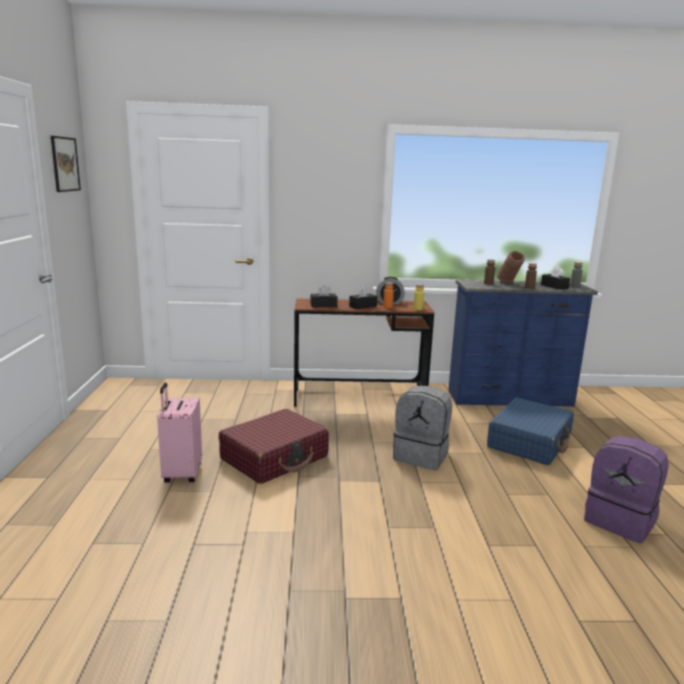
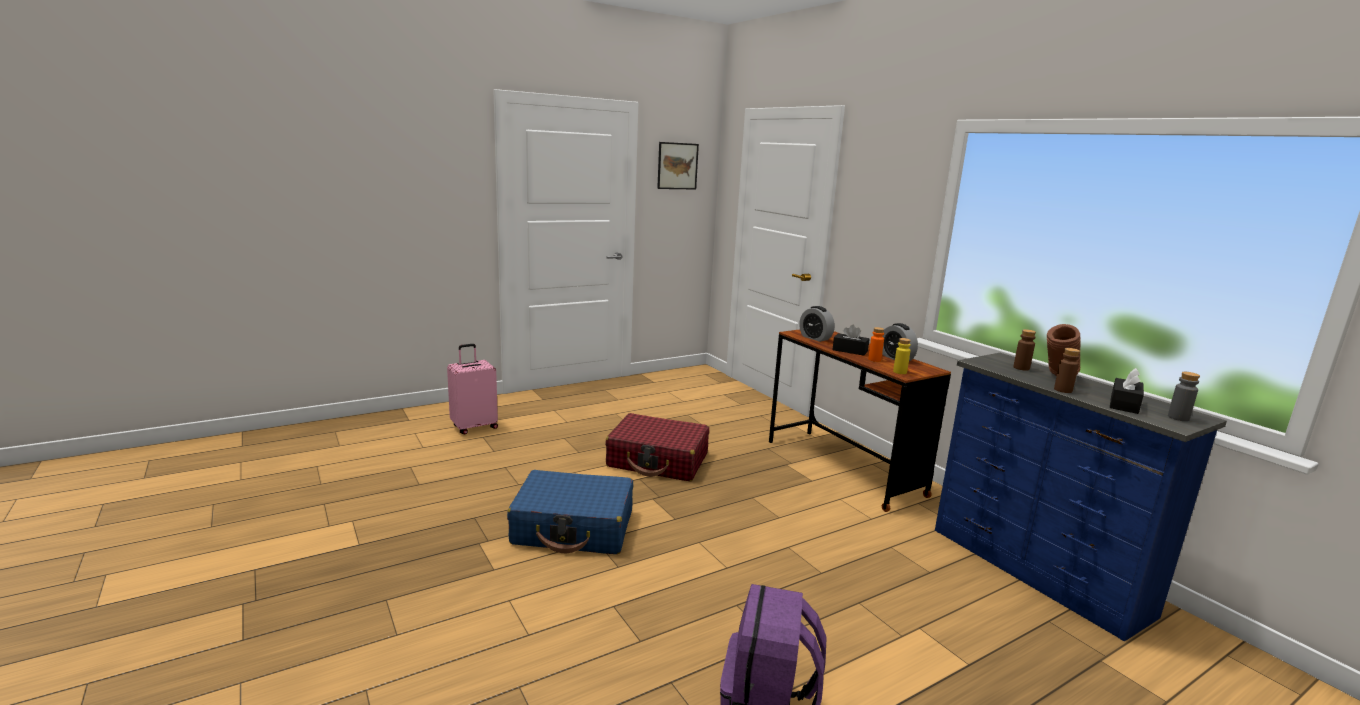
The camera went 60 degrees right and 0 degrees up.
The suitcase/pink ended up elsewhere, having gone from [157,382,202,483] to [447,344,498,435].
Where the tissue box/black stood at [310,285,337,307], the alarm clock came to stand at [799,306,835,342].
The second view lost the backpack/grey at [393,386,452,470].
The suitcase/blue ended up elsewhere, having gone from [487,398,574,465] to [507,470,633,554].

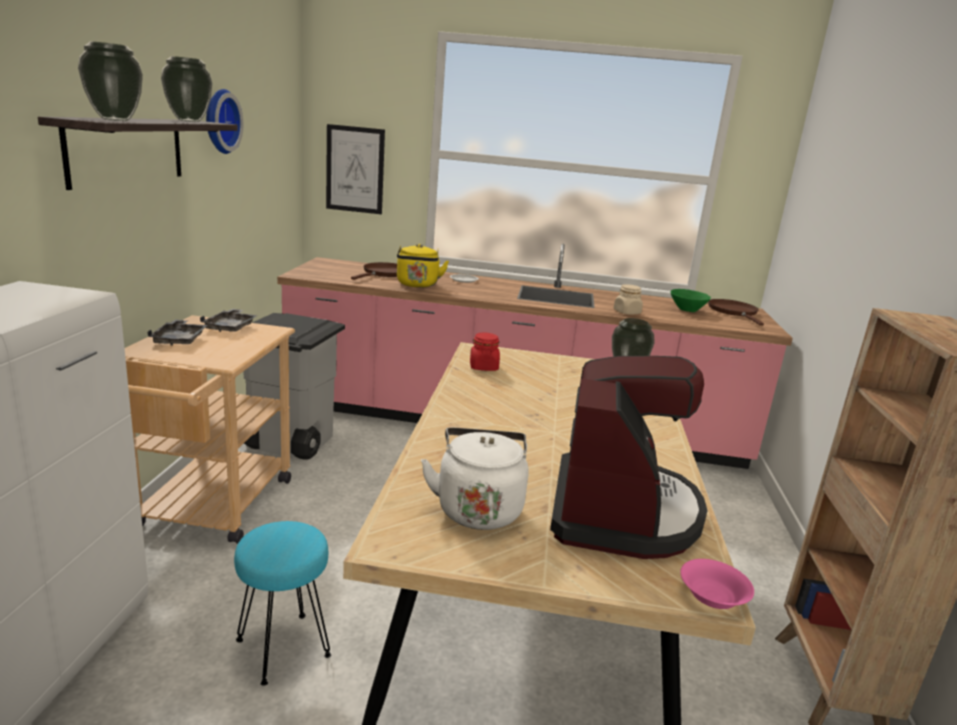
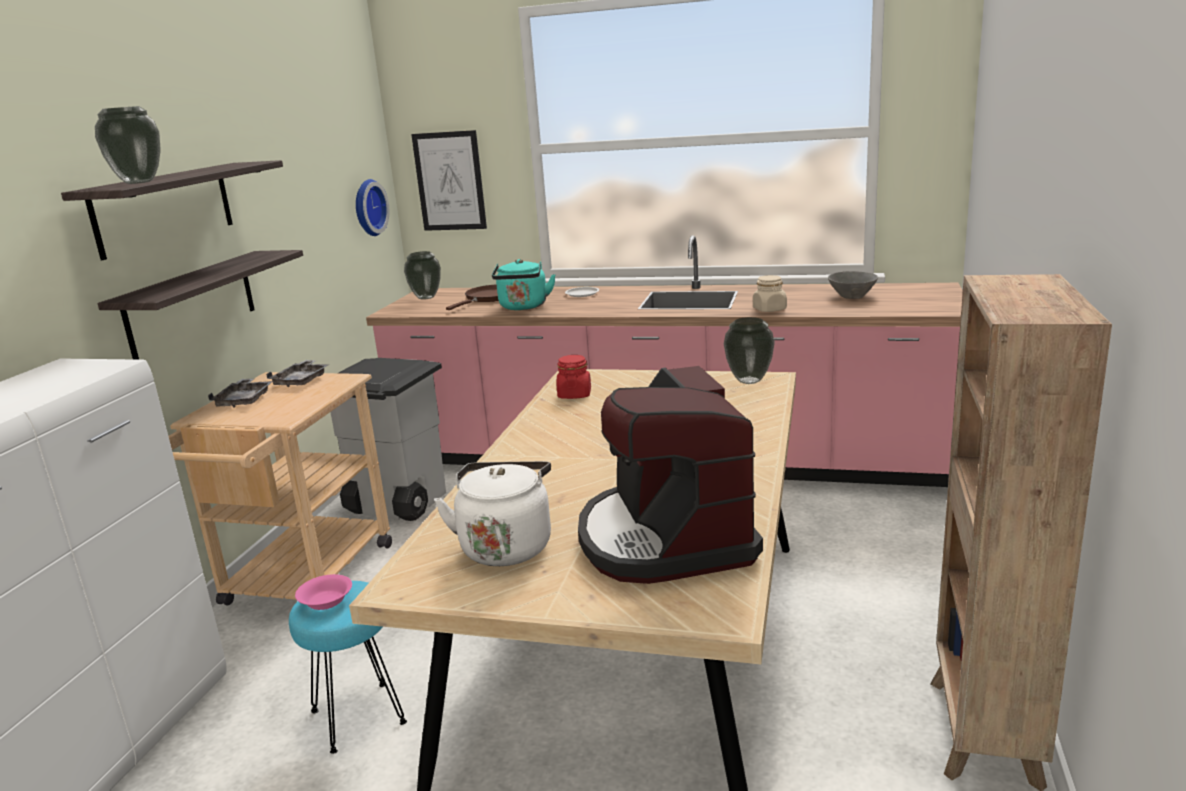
The camera went 10 degrees right and 0 degrees up.
The vase ended up elsewhere, having gone from [161,56,212,122] to [404,251,441,300].
The wall clock ended up elsewhere, having gone from [206,89,243,154] to [356,179,389,236].
What was the kettle/yellow at [397,244,449,288] turned into the kettle/turquoise at [492,259,556,310].
The coffee machine at [550,356,708,559] ended up facing another way, 150 degrees clockwise from before.
What was the bowl/green at [671,289,711,312] turned into the bowl/grey at [828,271,878,299].
The bowl/pink ended up elsewhere, having gone from [680,559,754,609] to [295,574,352,610].
The second view lost the frying pan/brown at [708,299,764,326].
The second view gained the shelf at [98,250,303,360].

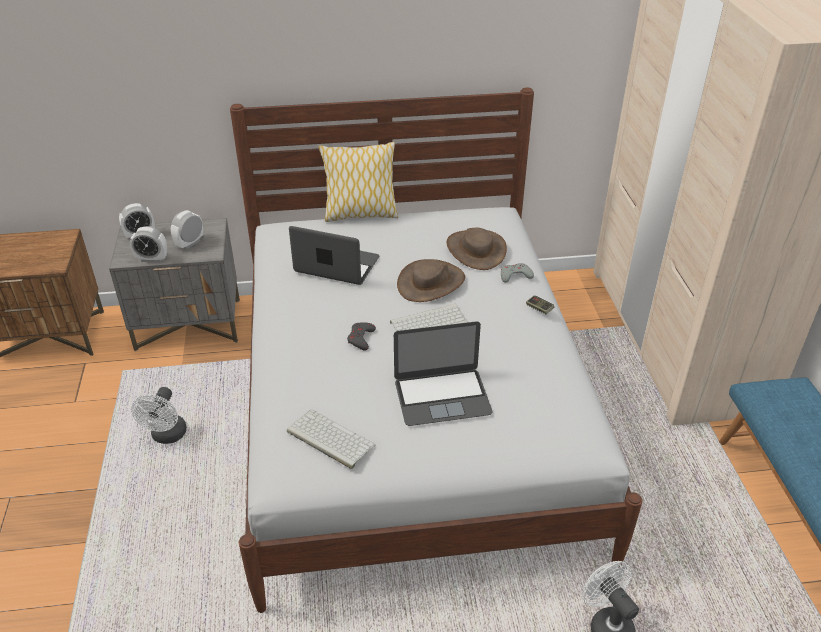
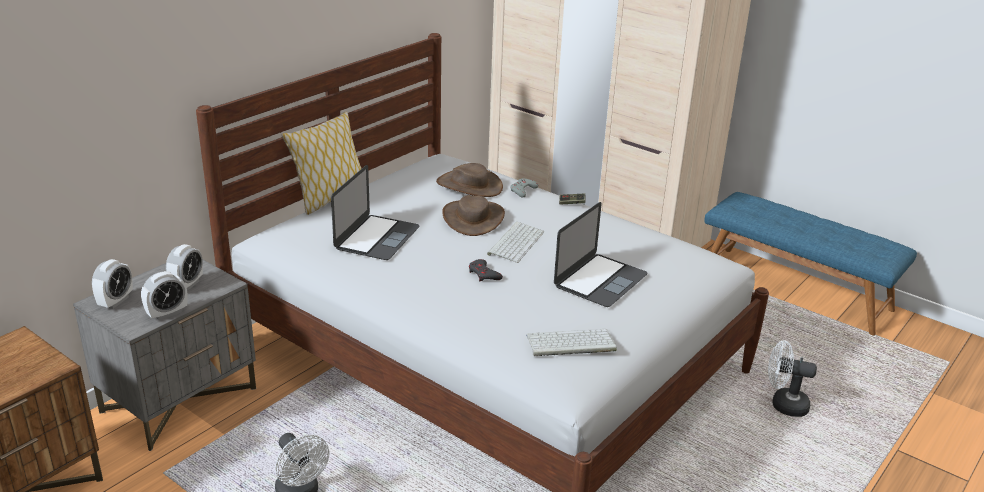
The camera went 45 degrees left and 10 degrees down.
The alarm clock at [171,210,203,249] ended up facing another way, 150 degrees counterclockwise from before.
The laptop at [289,226,380,285] ended up facing another way, 135 degrees clockwise from before.

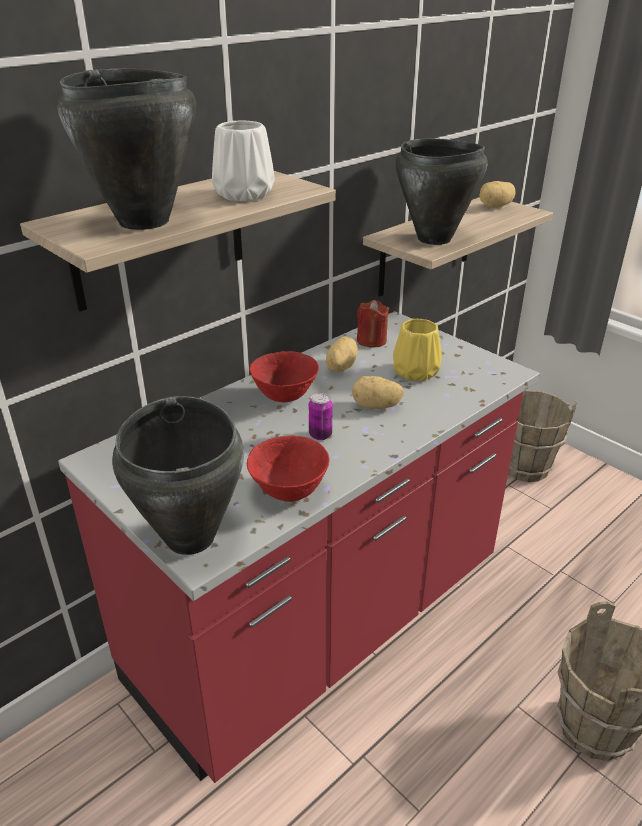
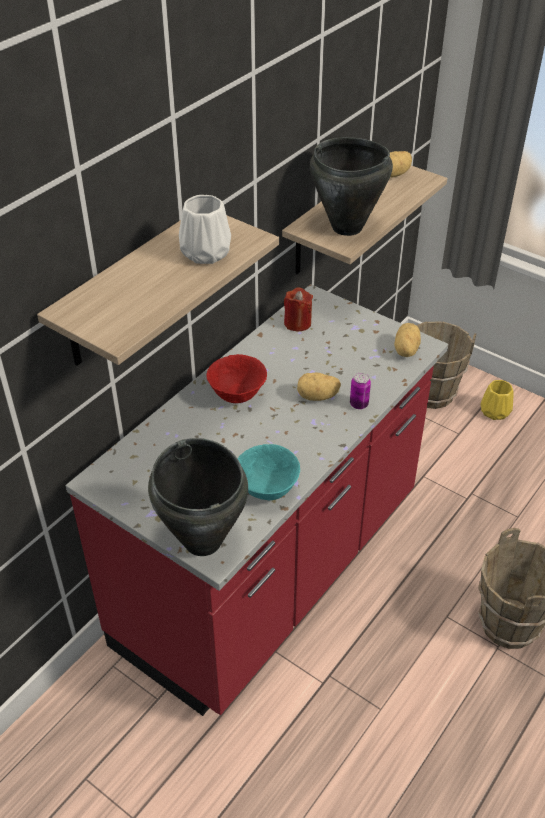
The camera went 10 degrees left and 10 degrees up.
The second view lost the cooking pot/black at [57,69,196,230].
What was the bowl/red at [247,435,330,502] turned into the bowl/turquoise at [237,444,300,500].
The can ended up elsewhere, having gone from [309,393,333,440] to [350,373,371,409].
The potato ended up elsewhere, having gone from [326,336,358,372] to [394,323,421,357].
The vase/yellow ended up elsewhere, having gone from [393,319,442,381] to [480,380,513,420].

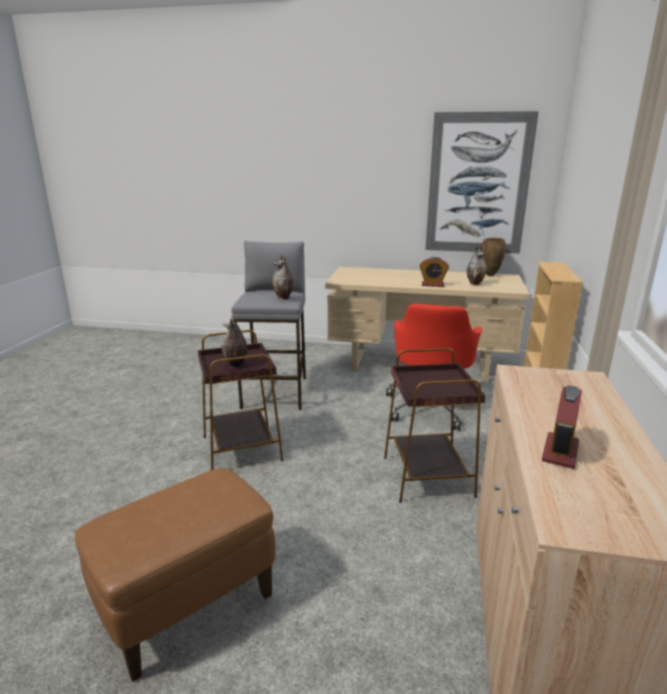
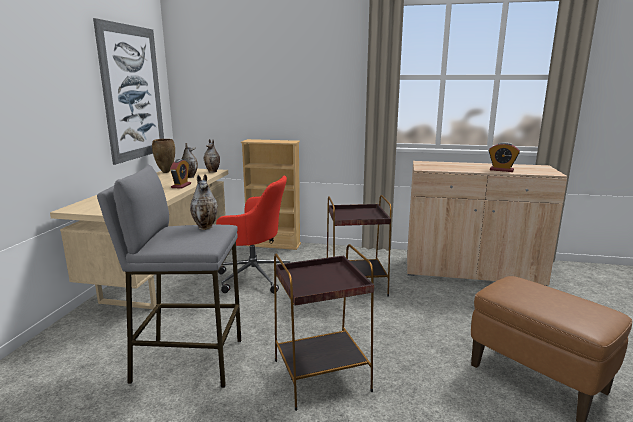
The camera went 90 degrees left and 5 degrees down.
The vase ended up elsewhere, having gone from [222,316,248,369] to [204,139,220,173].

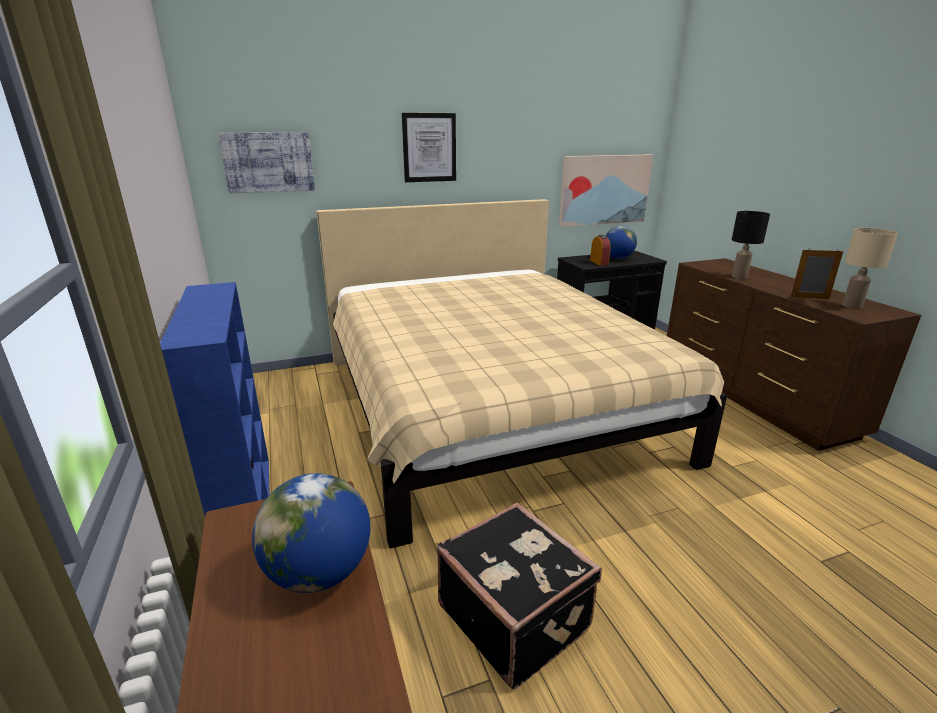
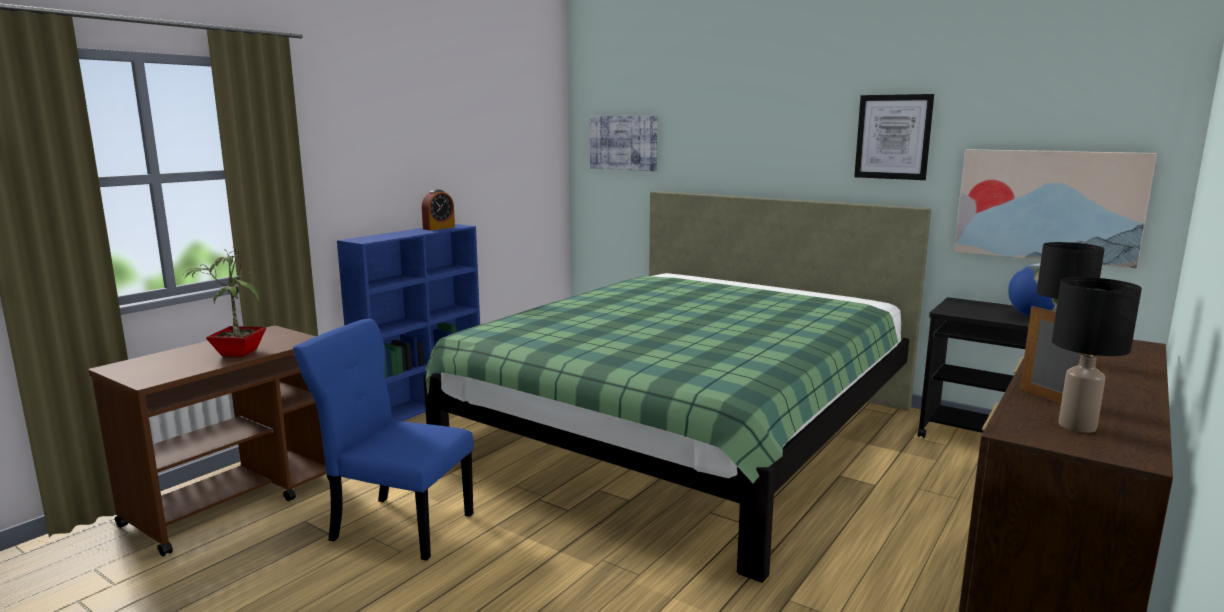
The camera went 55 degrees right and 10 degrees down.
Where the globe stood at [252,473,370,593], the potted plant came to stand at [185,248,266,357].
What was the bed/beige at [316,199,727,548] turned into the bed/green at [423,191,931,583].
The picture ended up elsewhere, having gone from [402,113,456,182] to [854,94,934,180].
Where the suitcase/black stood at [437,503,602,690], the chair/blue came to stand at [293,319,474,561].
The alarm clock ended up elsewhere, having gone from [590,235,610,266] to [422,189,455,231].
What was the table lamp/beige at [842,228,898,309] turned into the table lamp/black at [1052,277,1142,433].

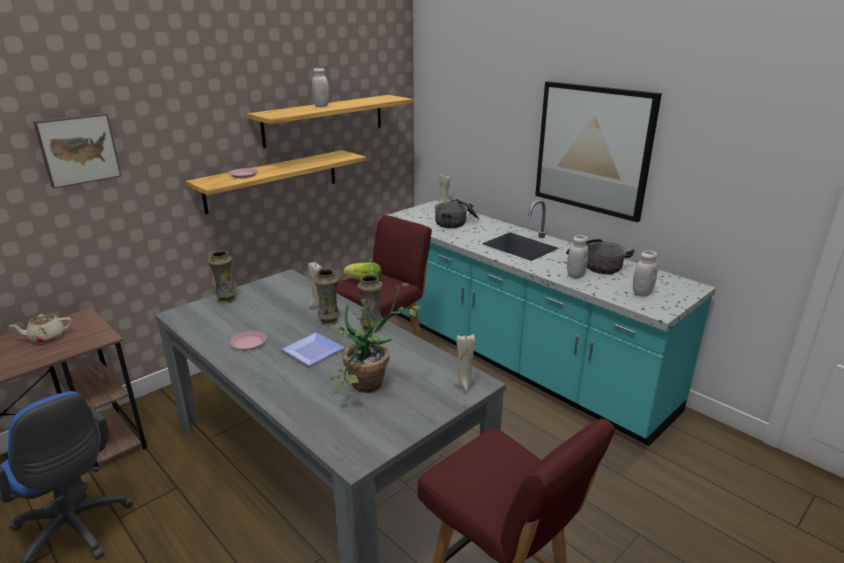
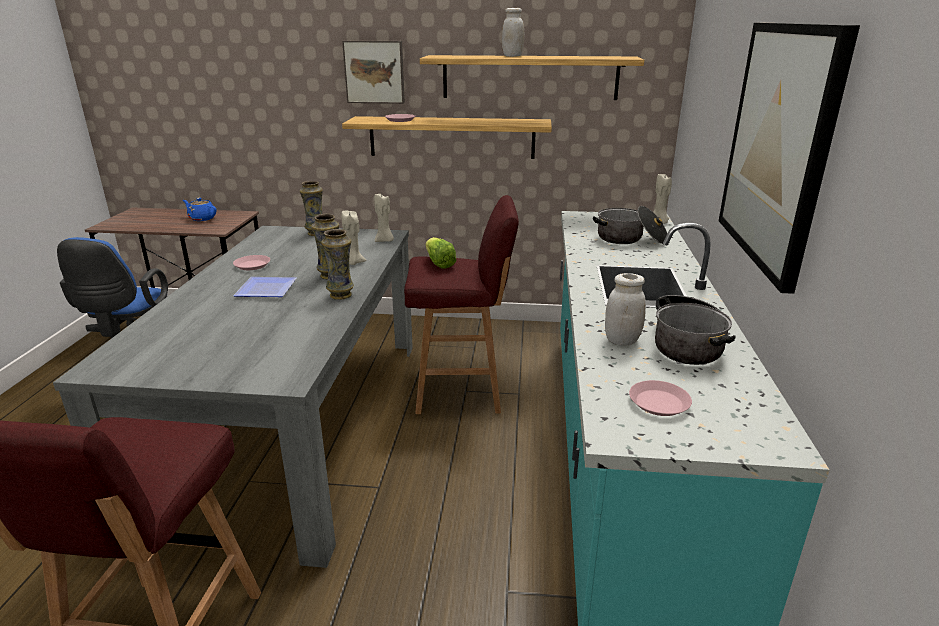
The camera went 50 degrees right and 0 degrees up.
What was the teapot/beige at [10,314,72,343] turned into the teapot/blue at [183,198,217,221].
The picture ended up elsewhere, having gone from [33,113,122,189] to [342,41,405,104].
The second view lost the potted plant at [330,283,422,393].
The candle/beige ended up elsewhere, having gone from [454,334,476,392] to [374,194,394,242].
Where the jar/white stood at [633,251,658,296], the plate/pink came to stand at [629,380,692,416].

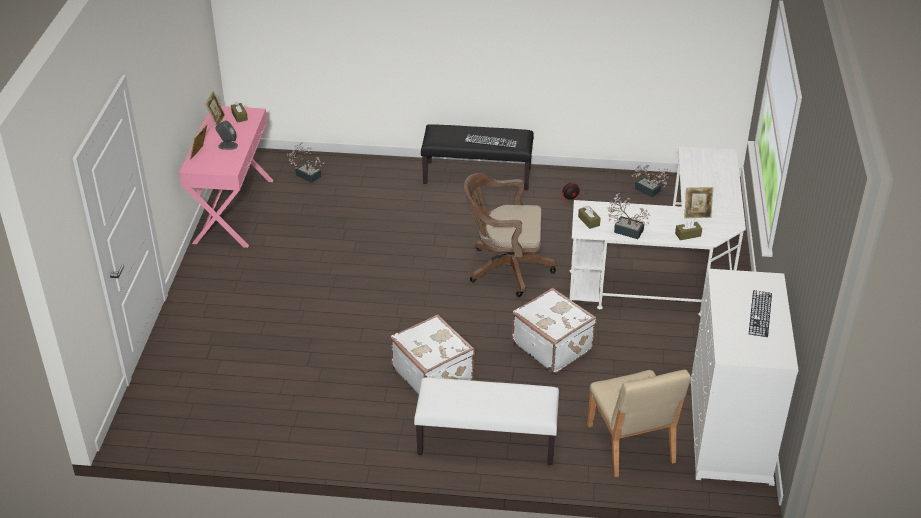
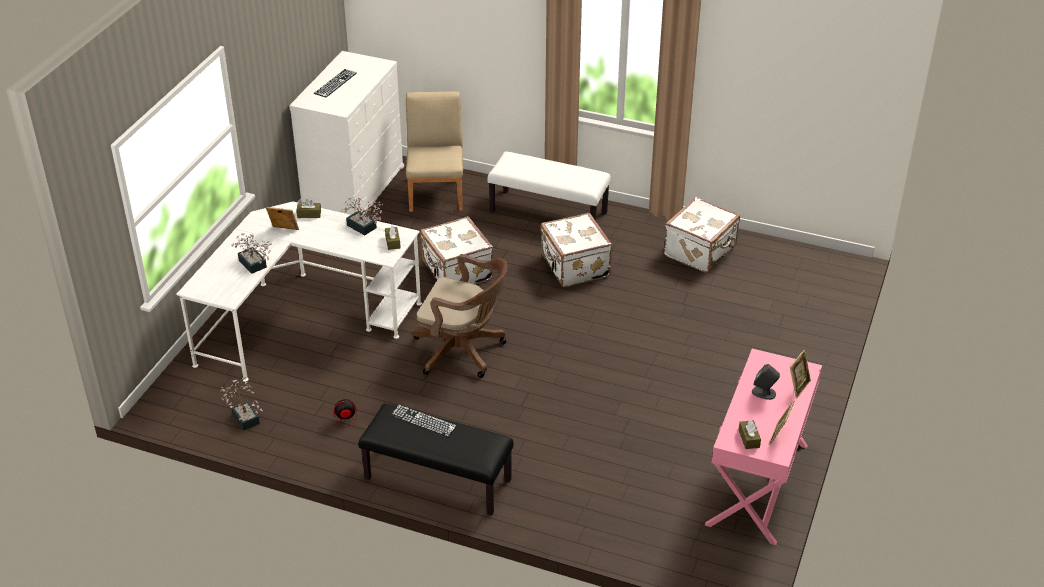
The camera went 165 degrees left and 0 degrees up.
The potted plant ended up elsewhere, having gone from [287,143,324,183] to [231,233,271,274].
The second view gained the suitcase/white at [664,197,740,273].

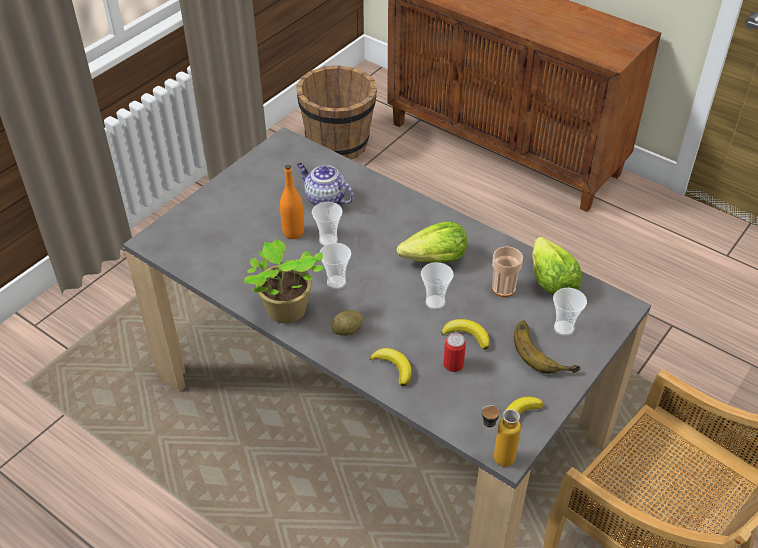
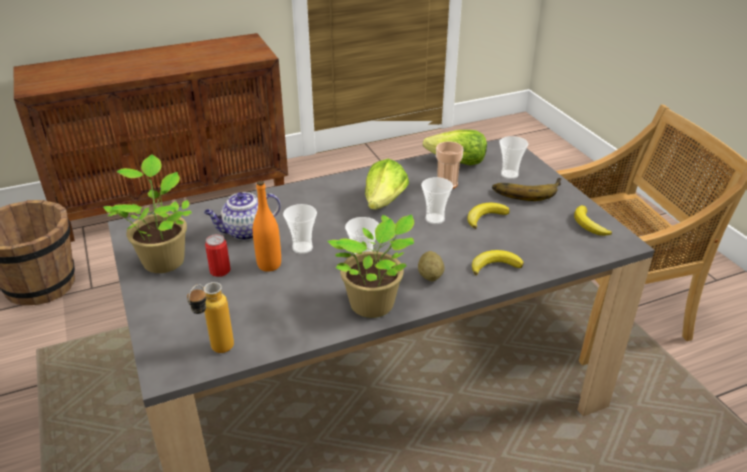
The camera went 60 degrees left and 10 degrees down.
The can ended up elsewhere, having gone from [443,333,466,372] to [205,234,231,277].
The bottle ended up elsewhere, having gone from [481,405,521,467] to [187,282,234,353].
The second view gained the potted plant at [103,154,192,273].

